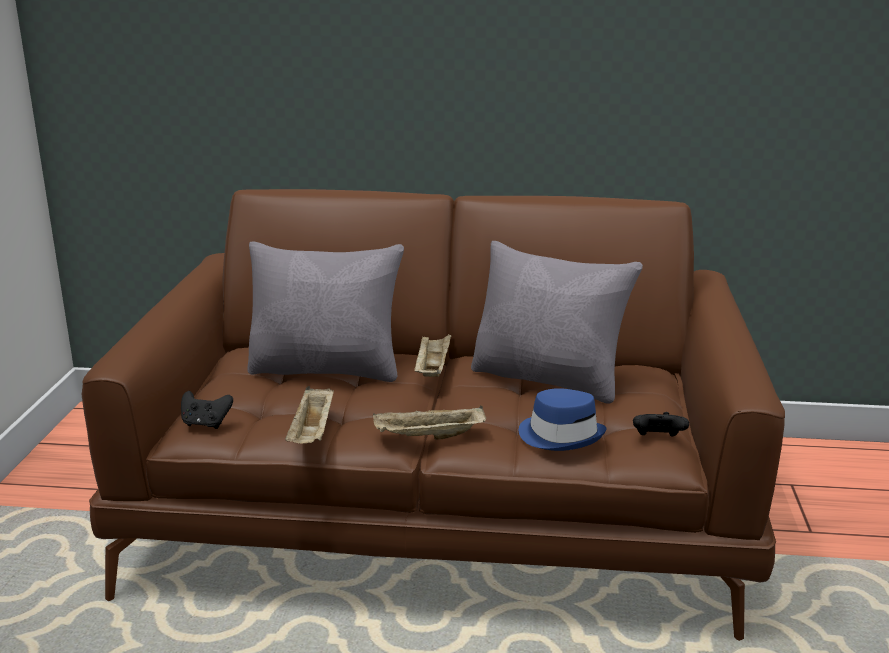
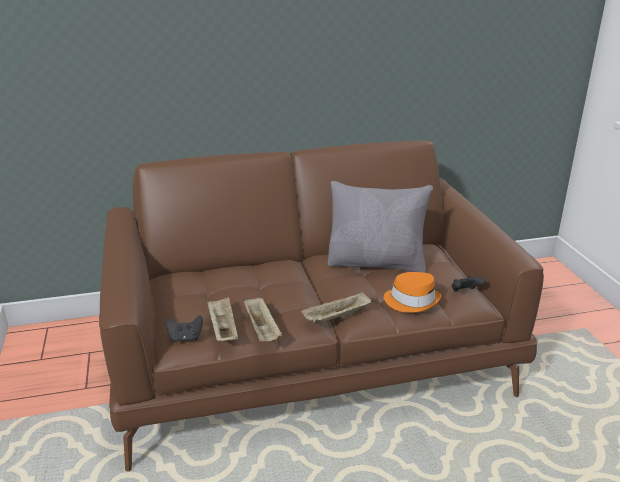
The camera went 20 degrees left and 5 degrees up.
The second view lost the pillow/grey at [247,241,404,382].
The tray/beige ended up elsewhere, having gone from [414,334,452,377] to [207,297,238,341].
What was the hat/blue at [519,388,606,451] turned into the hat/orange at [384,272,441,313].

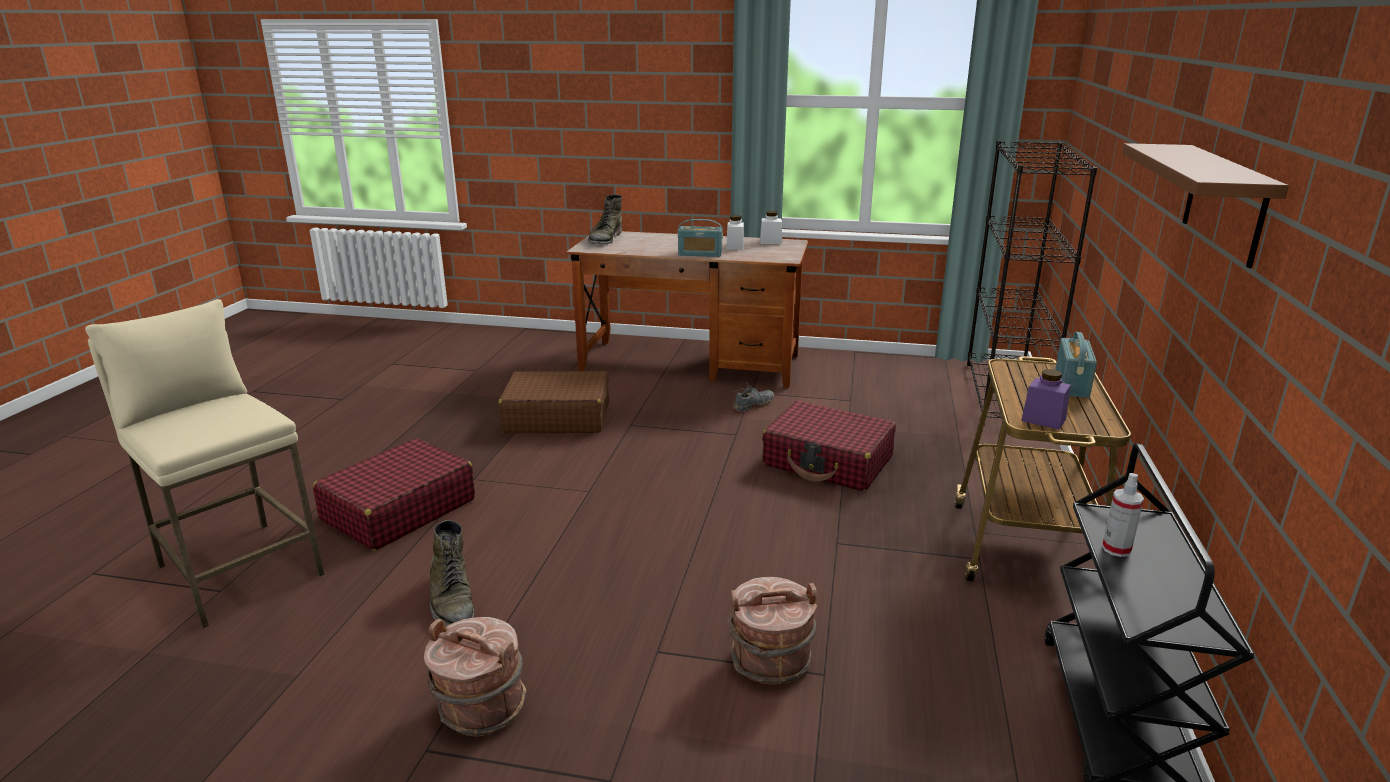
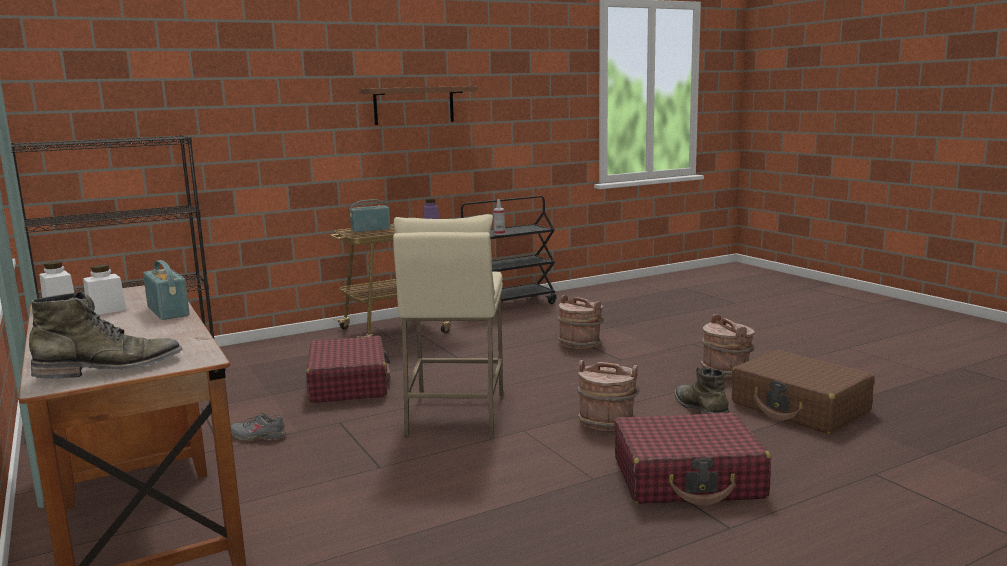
The camera went 130 degrees left and 10 degrees down.
The stool/beige ended up elsewhere, having gone from [85,299,324,628] to [393,214,503,437].
The boot/green at [430,520,475,627] ended up facing another way, 45 degrees counterclockwise from before.
The suitcase/brown ended up elsewhere, having gone from [498,371,609,433] to [731,349,874,434].
The second view gained the bucket/brown at [577,360,640,431].

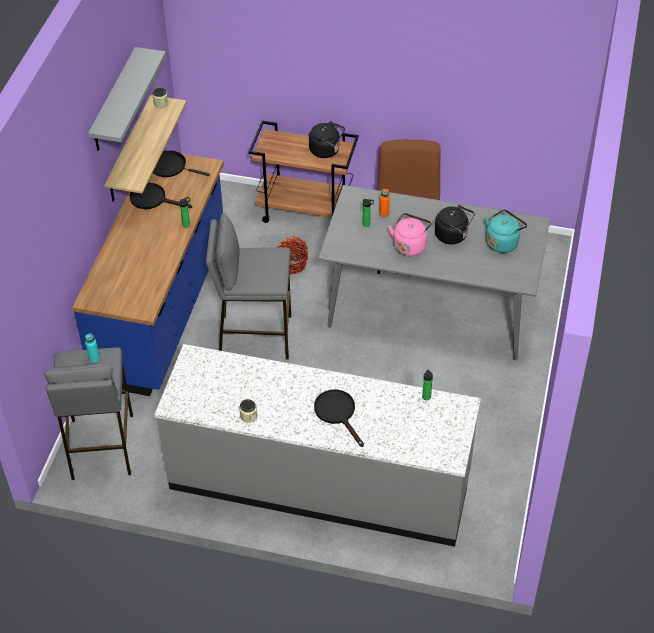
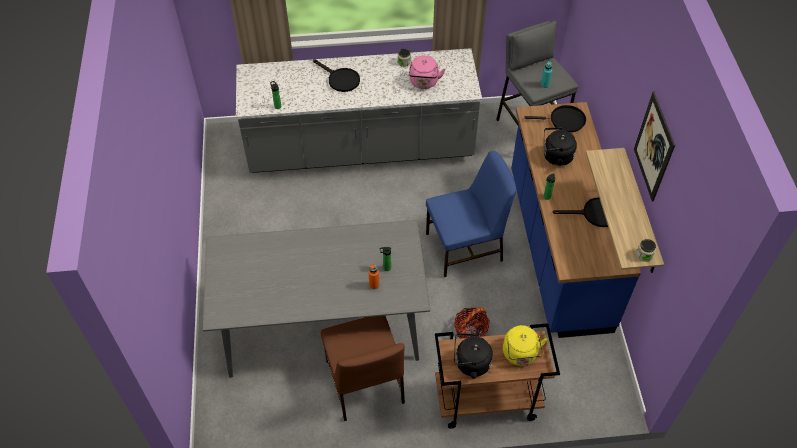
The camera went 160 degrees right and 5 degrees up.
Where the shelf/grey hung at [88,47,166,151], the picture came to hang at [634,92,675,201].
The frying pan/black ended up elsewhere, having gone from [153,150,210,177] to [524,105,586,132].
Where the stool/grey stood at [206,213,291,360], the chair/blue came to stand at [426,151,516,277].
The kettle/pink ended up elsewhere, having gone from [388,213,432,256] to [409,55,445,89].
The kettle/black ended up elsewhere, having gone from [435,205,475,244] to [544,127,577,166].
The second view lost the kettle/turquoise at [485,209,527,253].
The second view gained the kettle/yellow at [503,325,548,366].

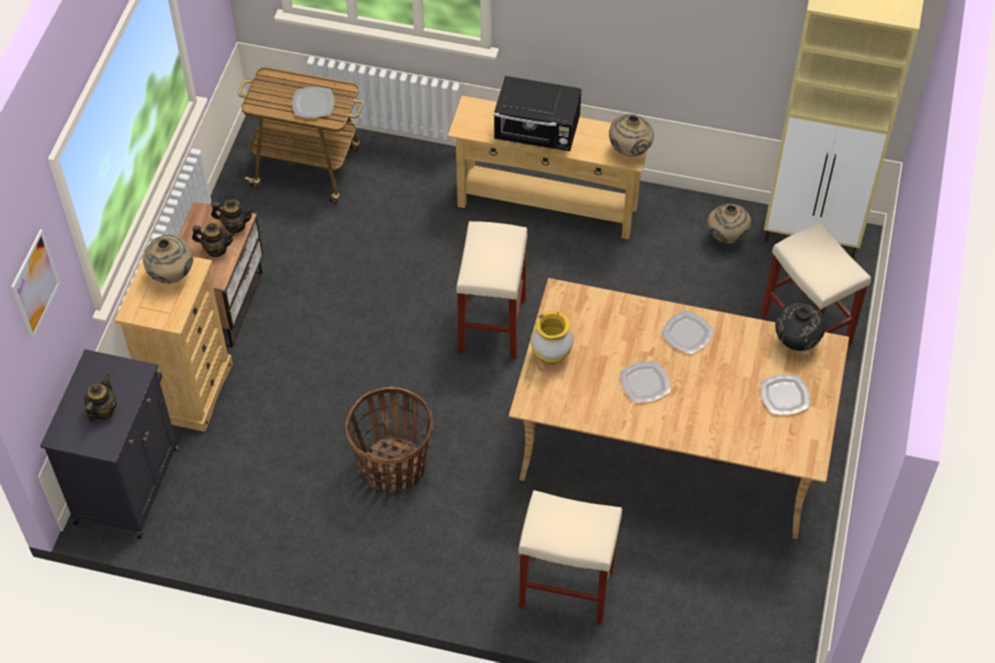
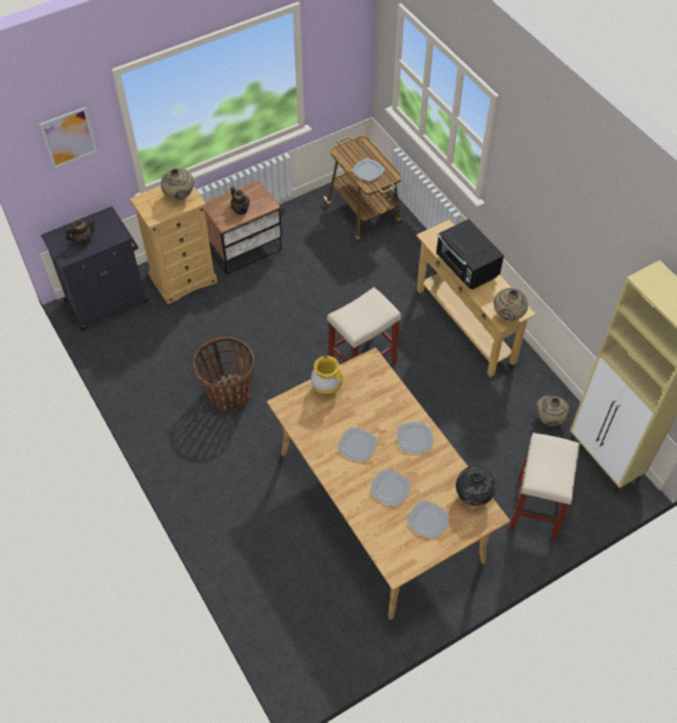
The camera went 45 degrees right and 0 degrees up.
The second view lost the teapot at [211,199,254,233].
The second view lost the stool/beige at [518,490,622,624].
The second view gained the plate at [370,469,411,506].

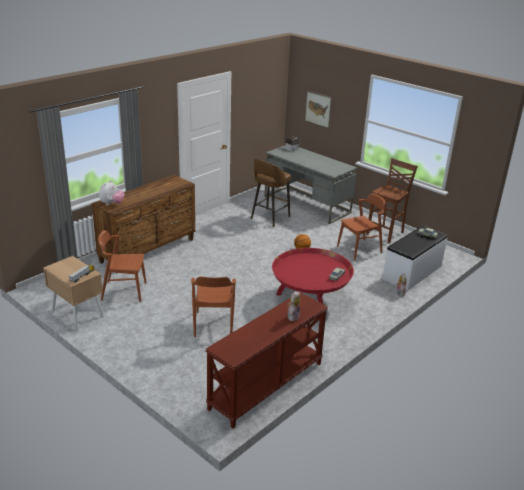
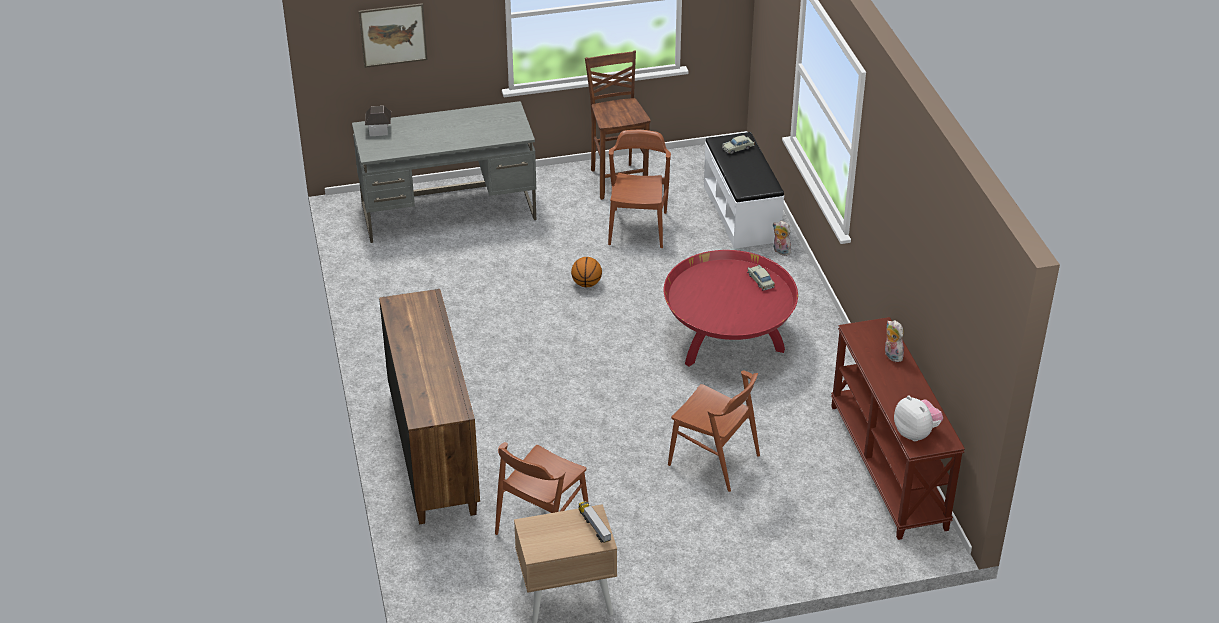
The camera went 55 degrees left and 10 degrees up.
The plush toy ended up elsewhere, having gone from [99,180,124,205] to [894,396,943,441].
The second view lost the stool/brown at [251,159,291,227].

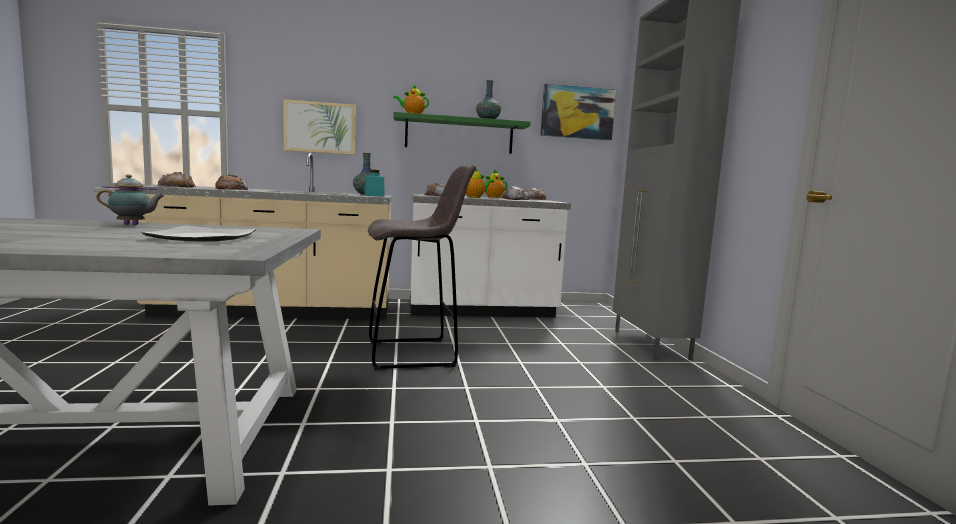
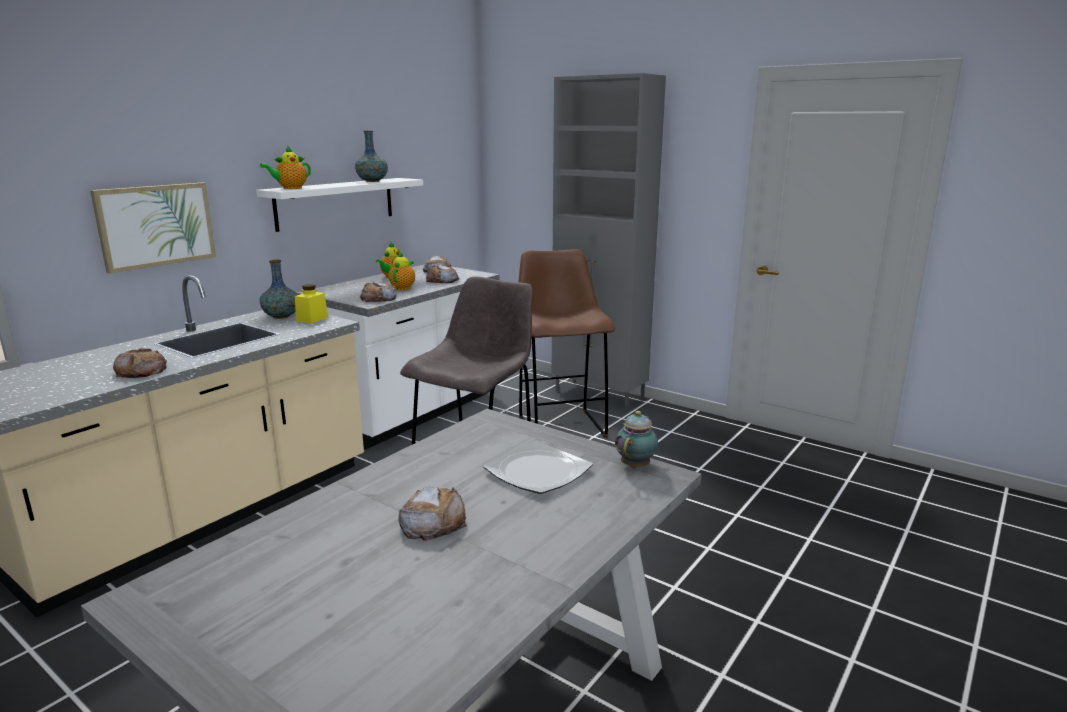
The camera went 45 degrees left and 10 degrees up.
The teapot ended up elsewhere, having gone from [96,174,164,225] to [615,411,658,468].
The bread ended up elsewhere, having gone from [158,172,196,188] to [398,487,466,541].
What was the jar/turquoise at [364,170,385,197] turned into the jar/yellow at [295,284,328,324].
What was the shelf/green at [393,112,531,154] turned into the shelf/white at [256,178,423,232].
The second view lost the picture at [540,84,616,140].
The second view gained the stool/brown at [518,249,615,438].

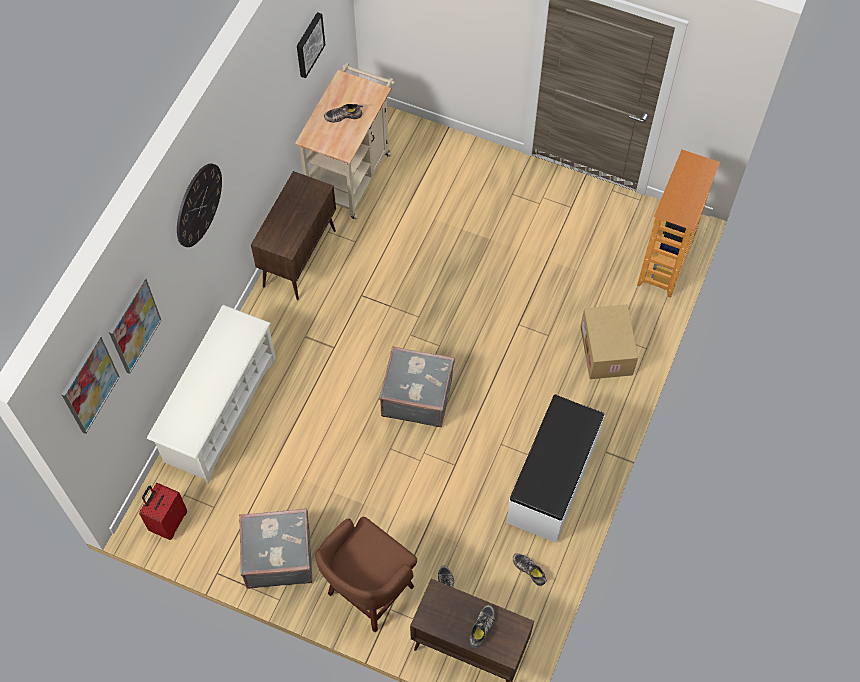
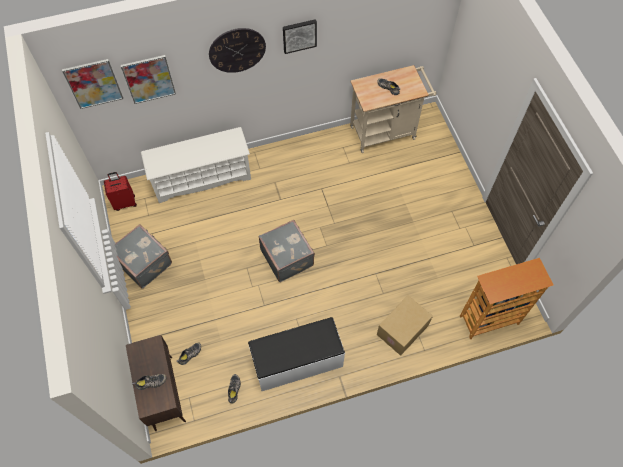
The camera went 50 degrees right and 0 degrees up.
The second view lost the cabinet/brown at [251,171,336,300].
The picture ended up elsewhere, having gone from [297,12,325,78] to [283,19,317,54].
The second view lost the stool/brown at [315,516,417,633].

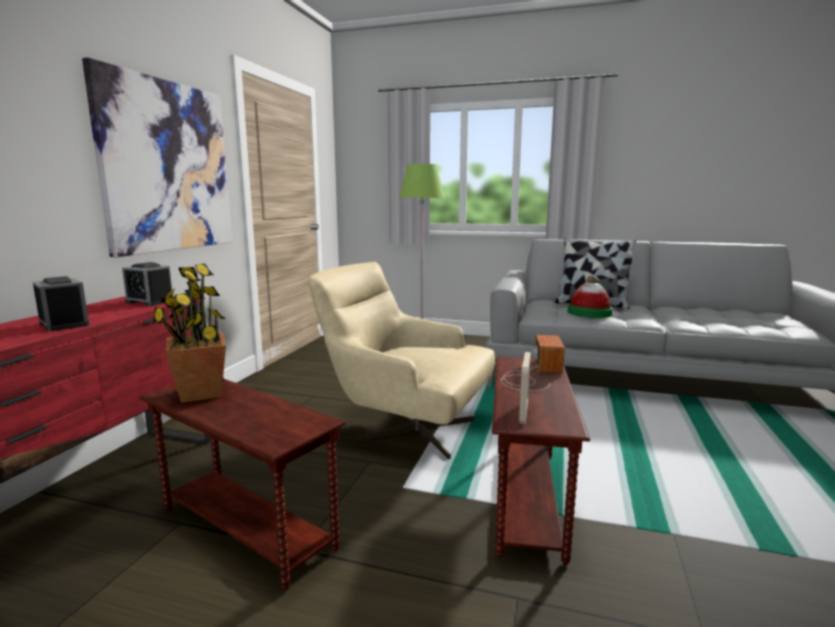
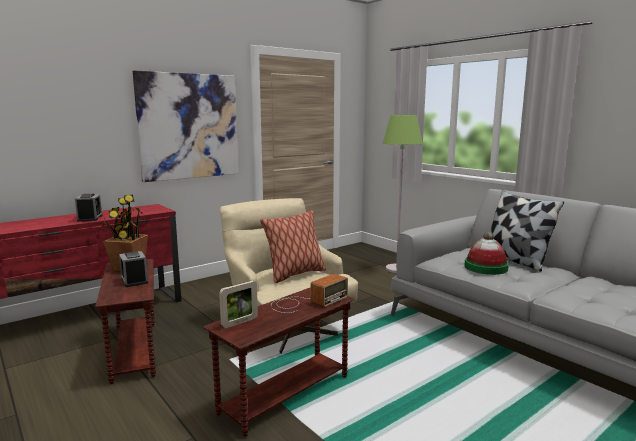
The camera went 35 degrees right and 0 degrees up.
The alarm clock ended up elsewhere, having gone from [122,262,173,306] to [119,251,148,287].
The second view gained the pillow at [260,210,326,283].

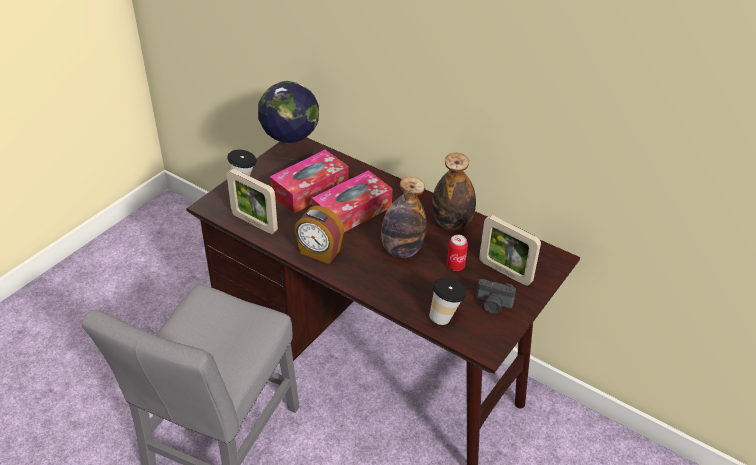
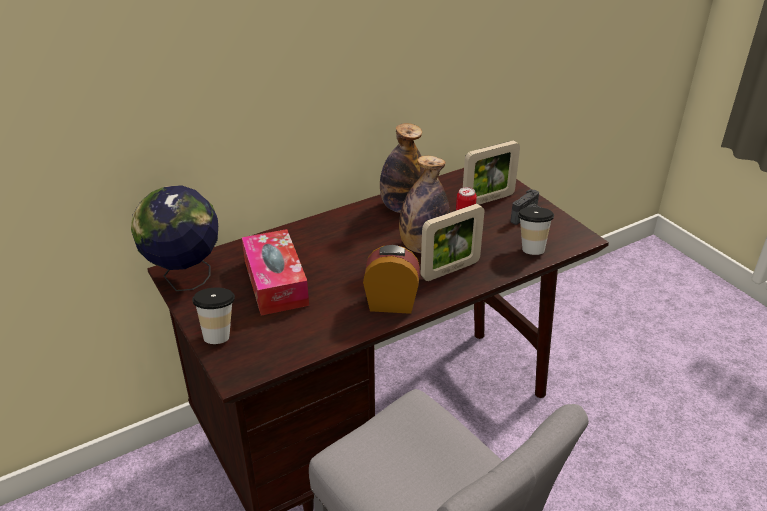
The camera went 65 degrees left and 5 degrees down.
The picture frame ended up elsewhere, having gone from [227,168,278,234] to [421,204,484,281].
The alarm clock at [294,205,344,264] ended up facing another way, 135 degrees counterclockwise from before.
The second view lost the tissue box at [312,170,393,232].

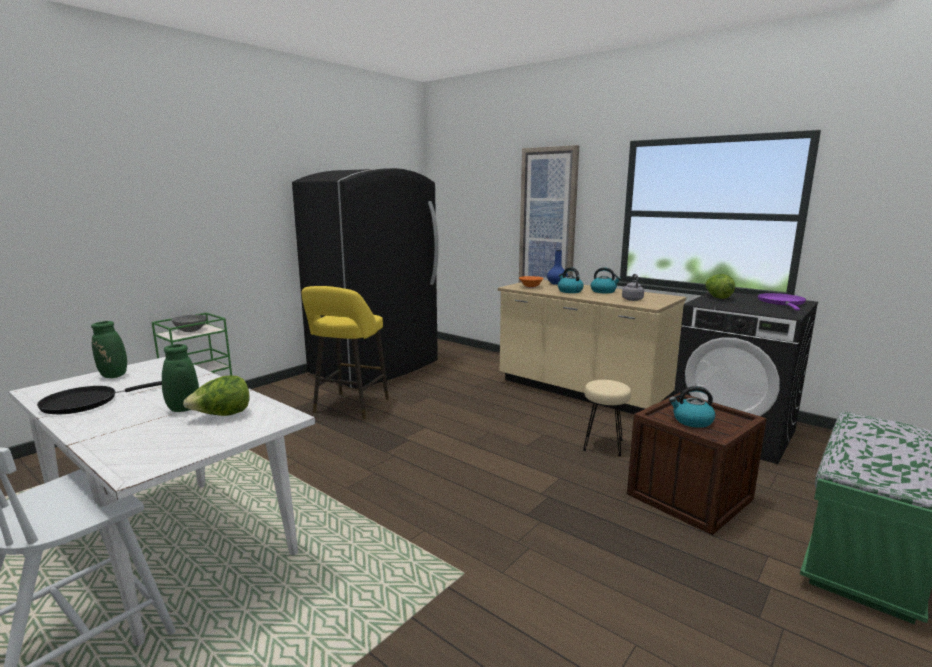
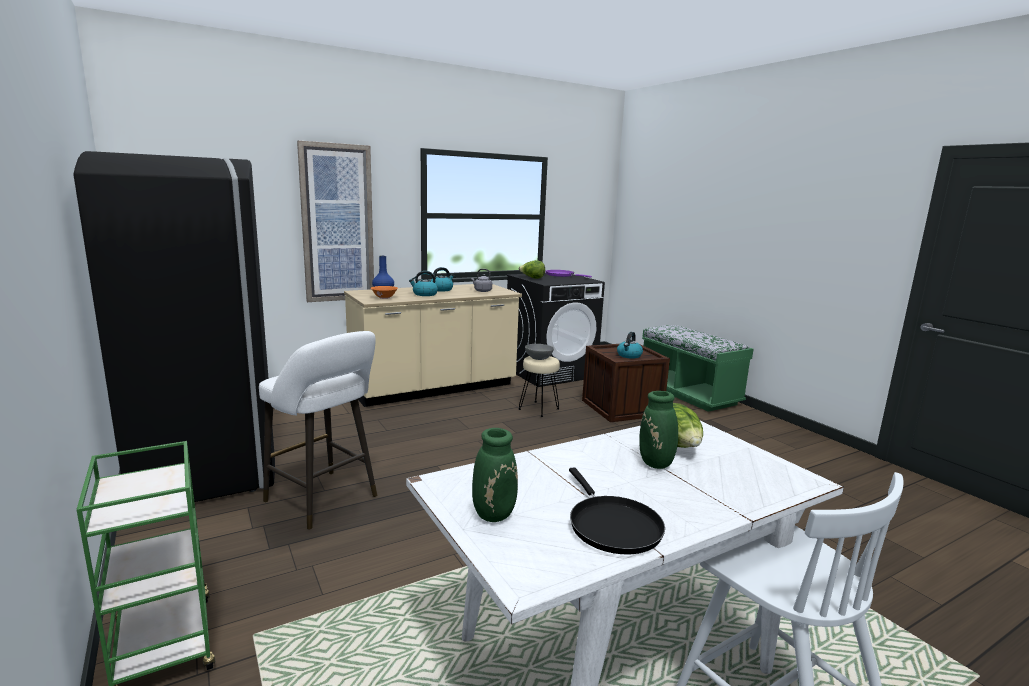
The camera went 70 degrees left and 0 degrees up.
The bowl/grey ended up elsewhere, having gone from [172,315,207,332] to [525,344,554,360].
What was the stool/yellow at [301,286,389,419] turned into the stool/white at [259,331,377,529].

